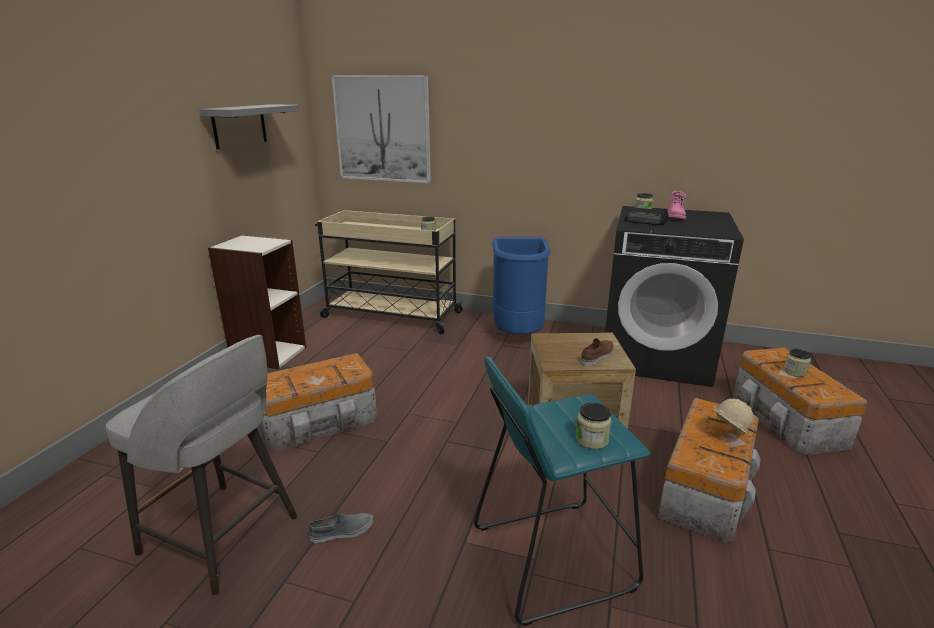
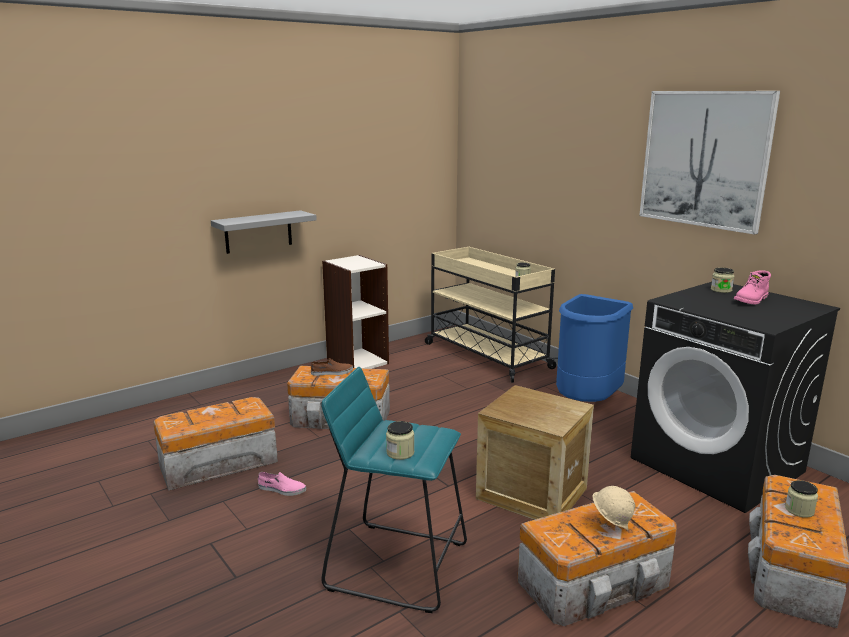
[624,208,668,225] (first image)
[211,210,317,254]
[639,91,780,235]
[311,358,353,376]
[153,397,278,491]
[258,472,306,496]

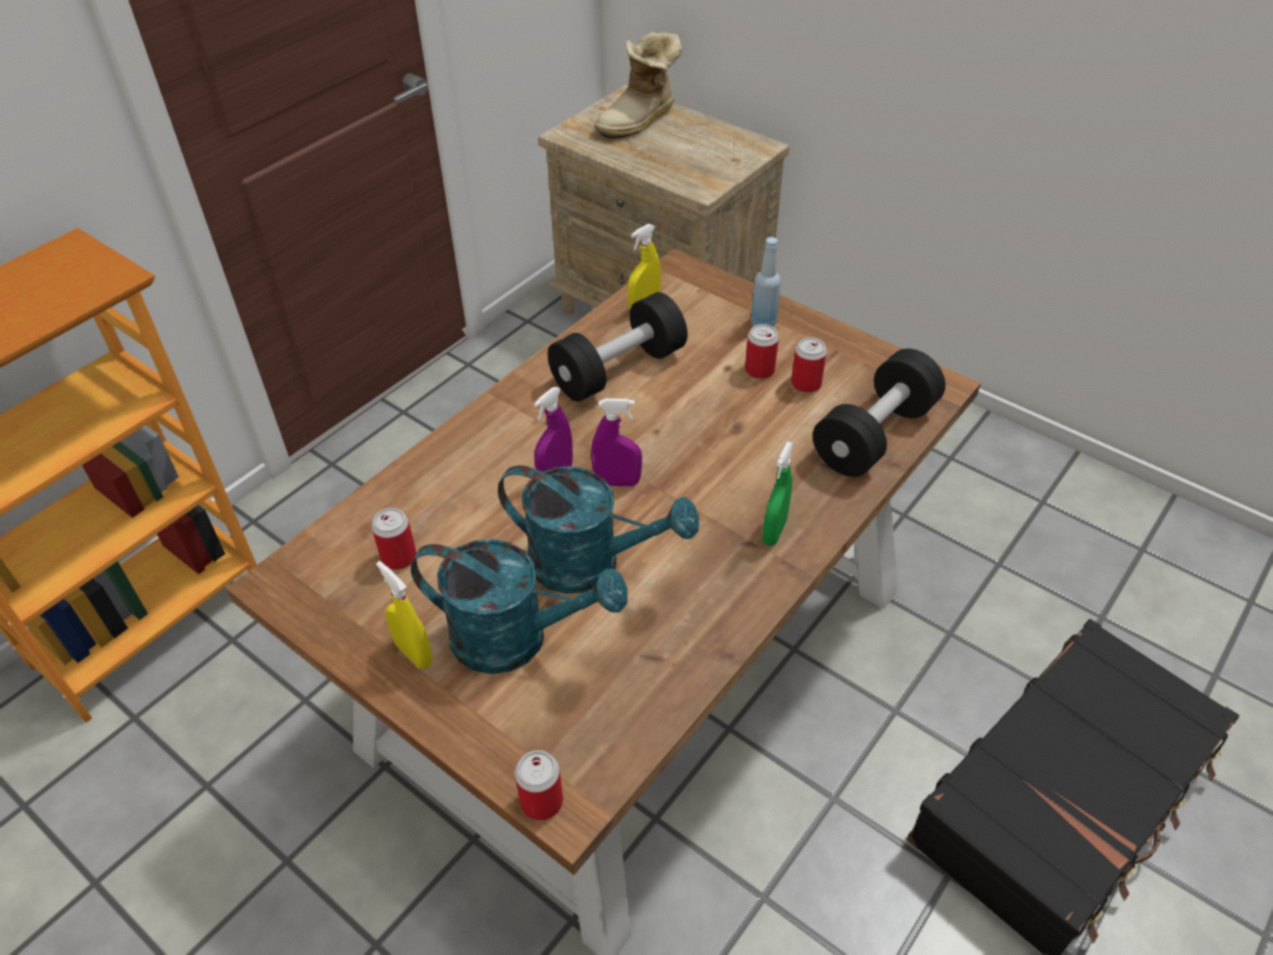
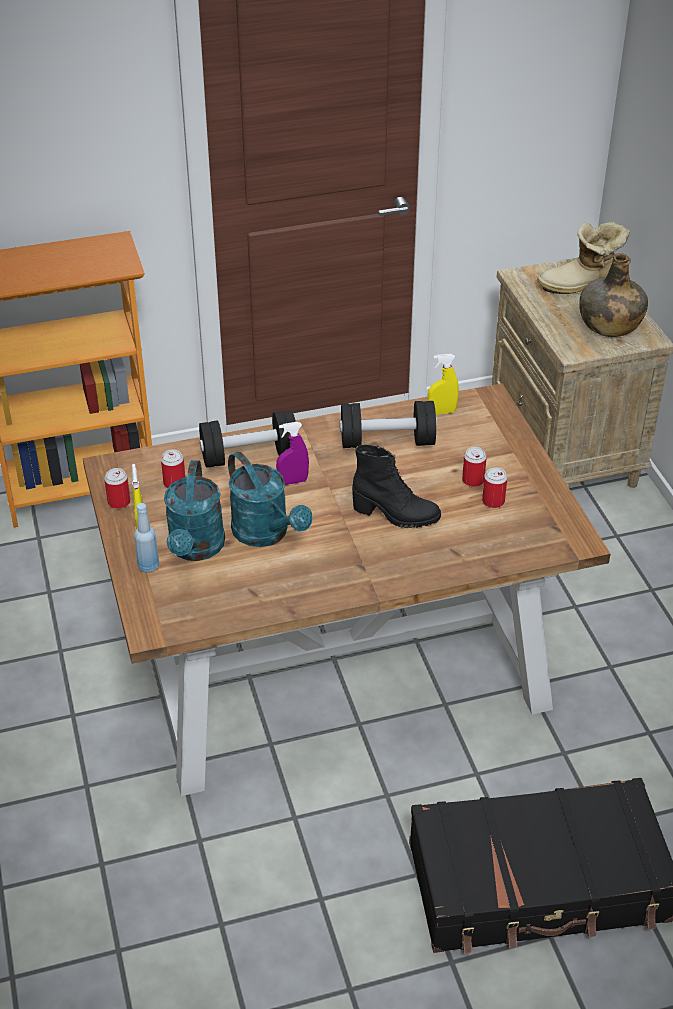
[591,398,642,487] (first image)
[762,441,793,545] (first image)
[352,445,441,528]
[579,253,648,337]
[104,468,130,509]
[134,503,159,573]
[199,410,296,468]
[164,460,225,561]

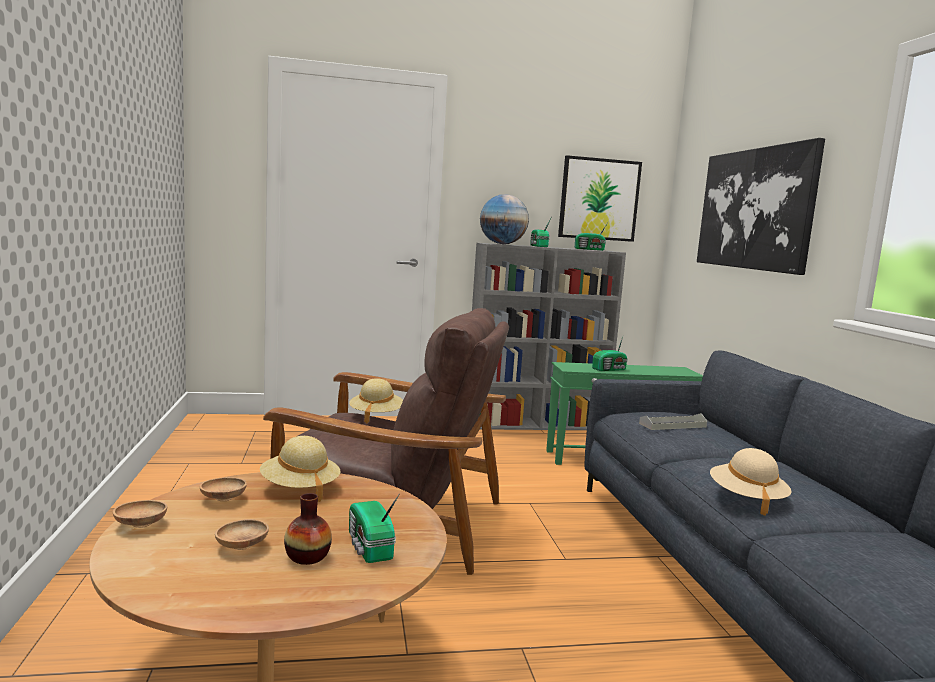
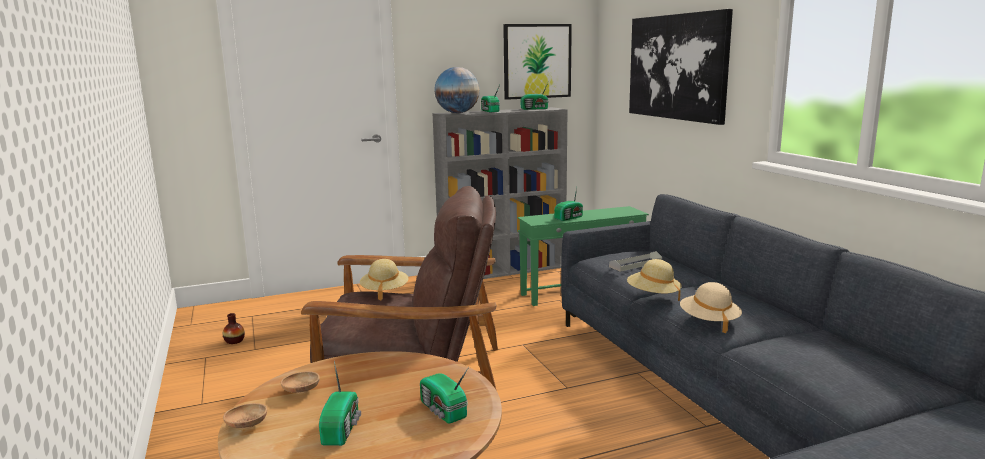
[627,259,682,301]
[223,313,245,344]
[319,361,361,446]

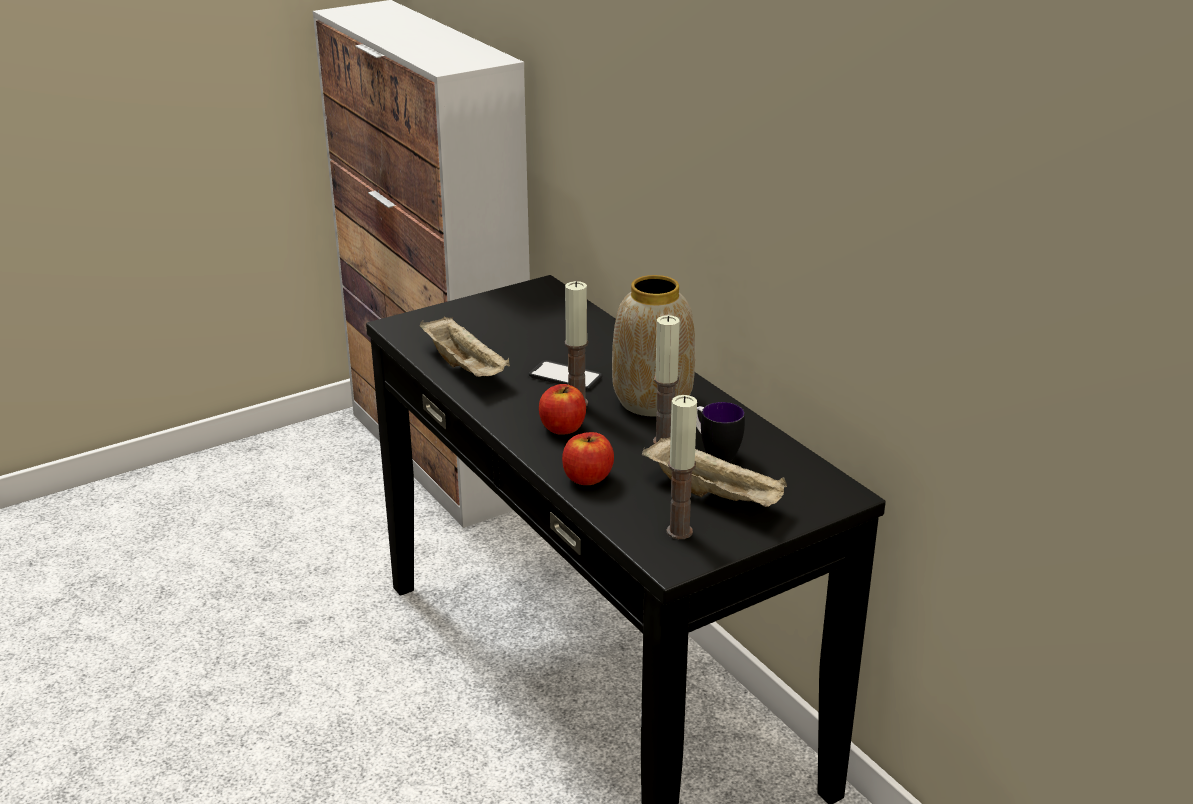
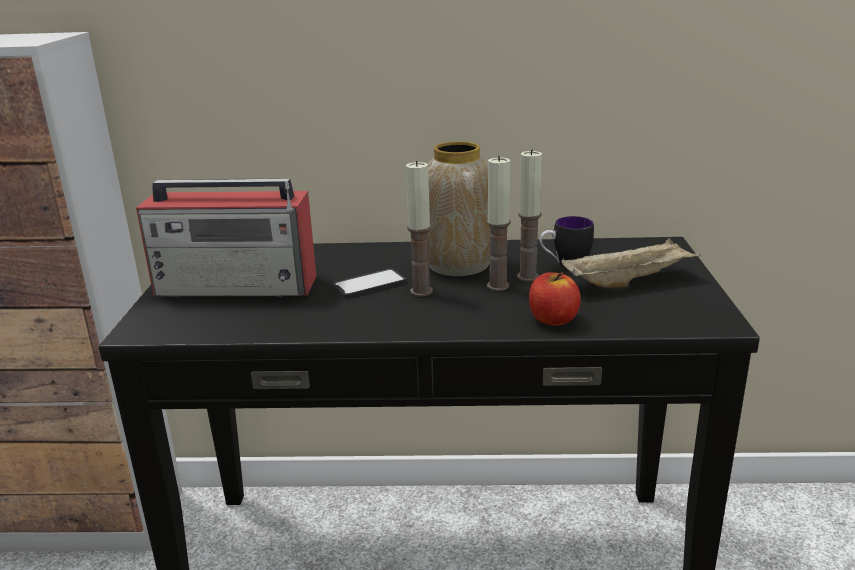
[420,317,510,377] (first image)
[539,384,586,435] (first image)
[136,178,316,298]
[487,156,511,291]

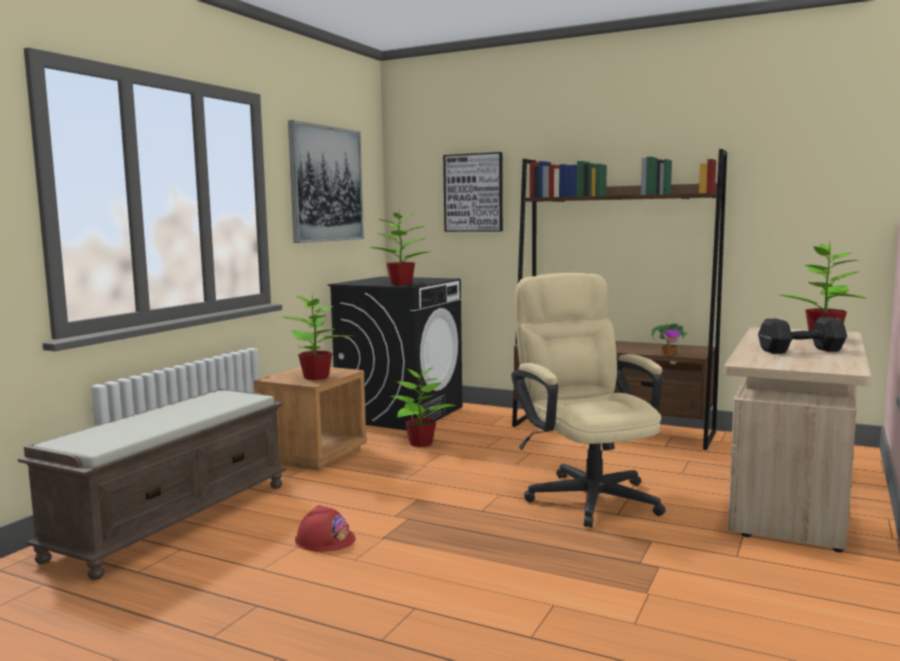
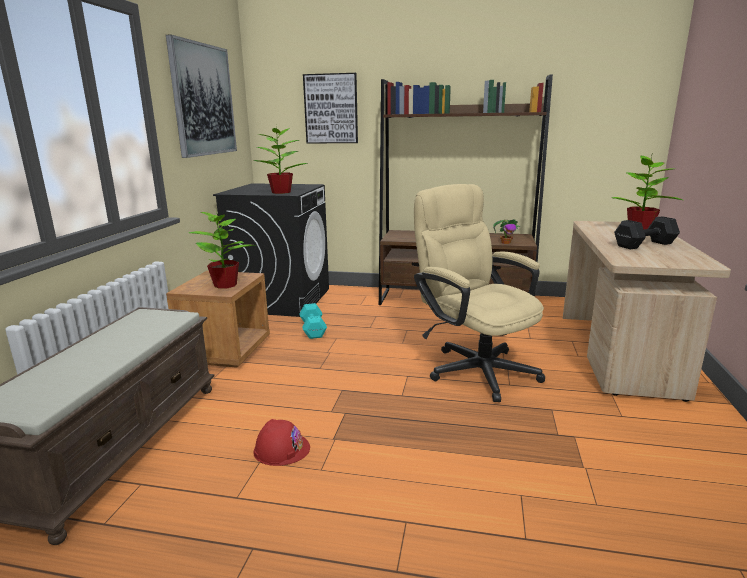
[299,303,327,339]

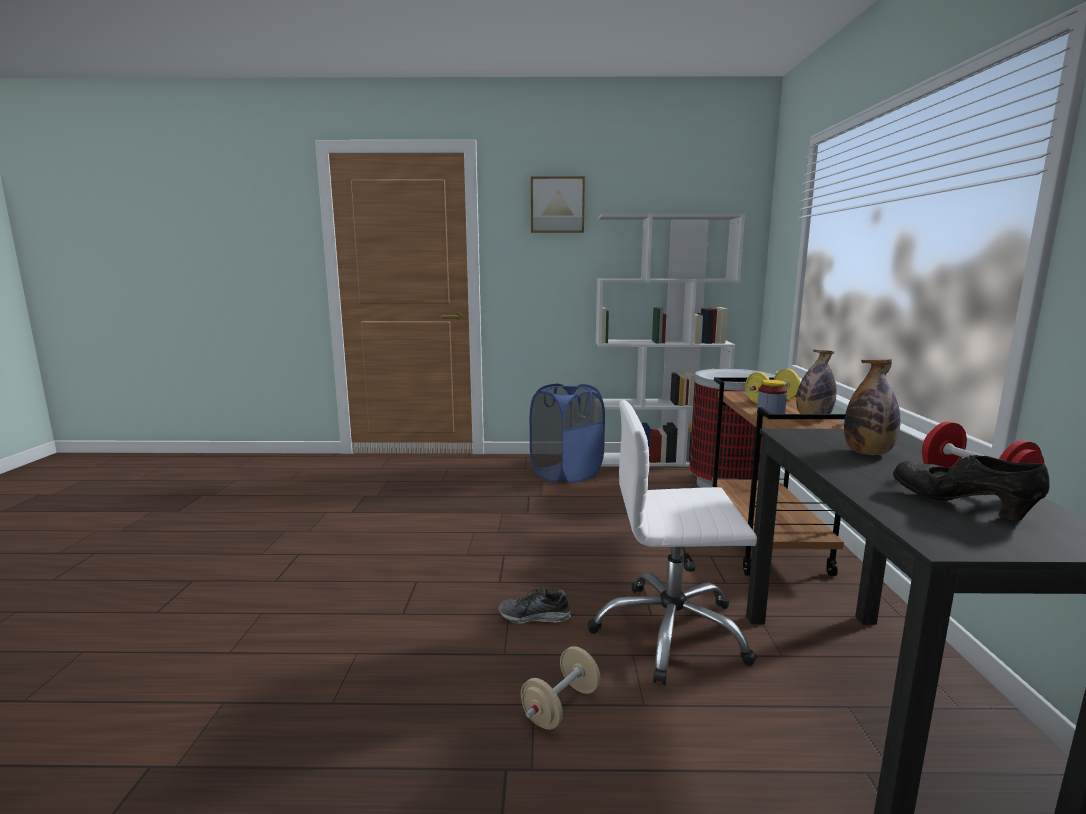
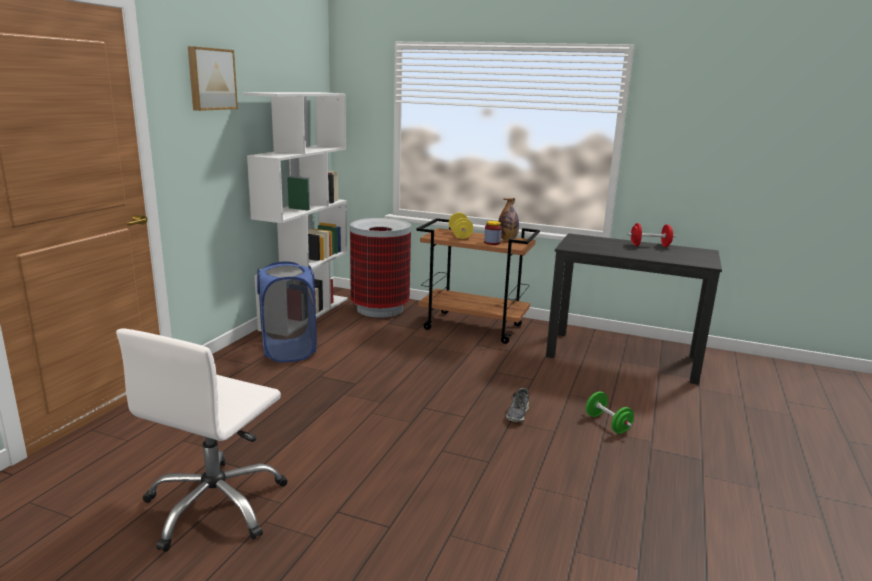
[844,359,900,455] (first image)
[893,455,1050,521] (first image)
[116,328,287,552]
[586,391,634,434]

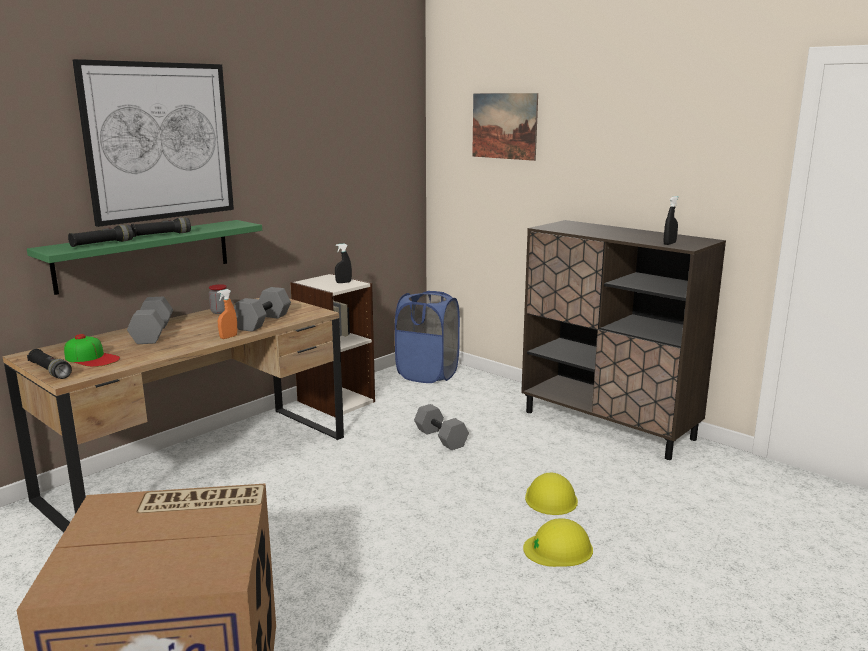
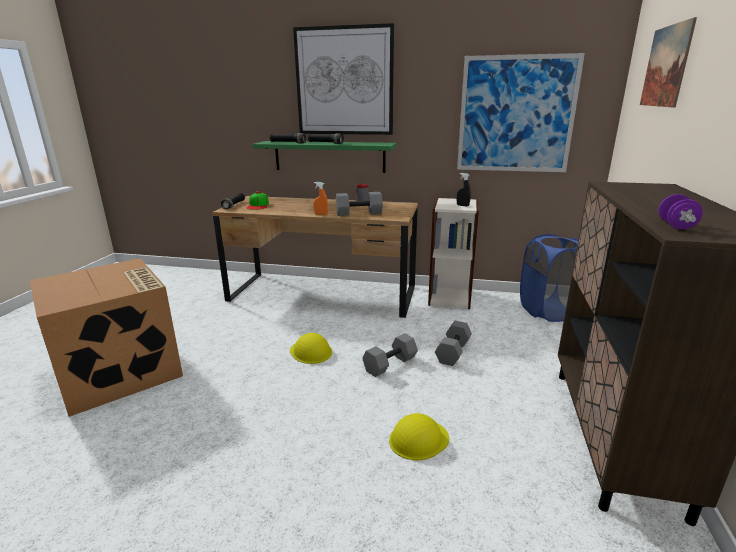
[457,53,585,172]
[362,333,418,377]
[290,333,332,364]
[658,194,703,229]

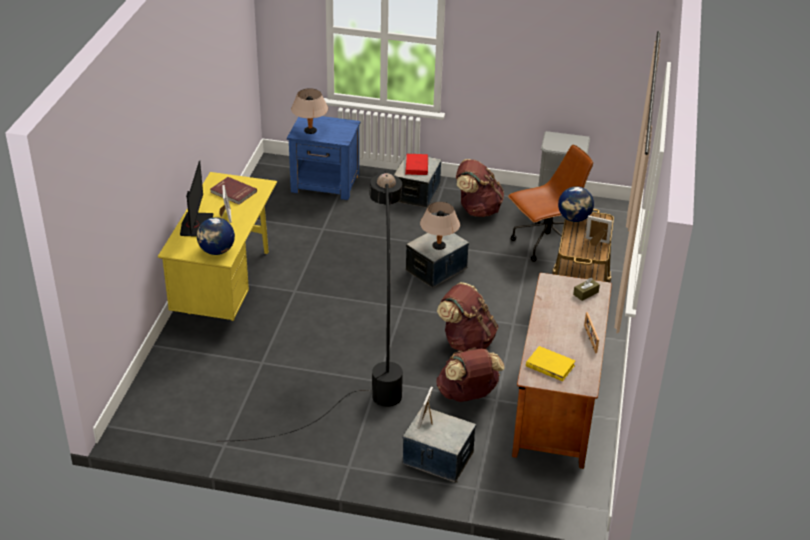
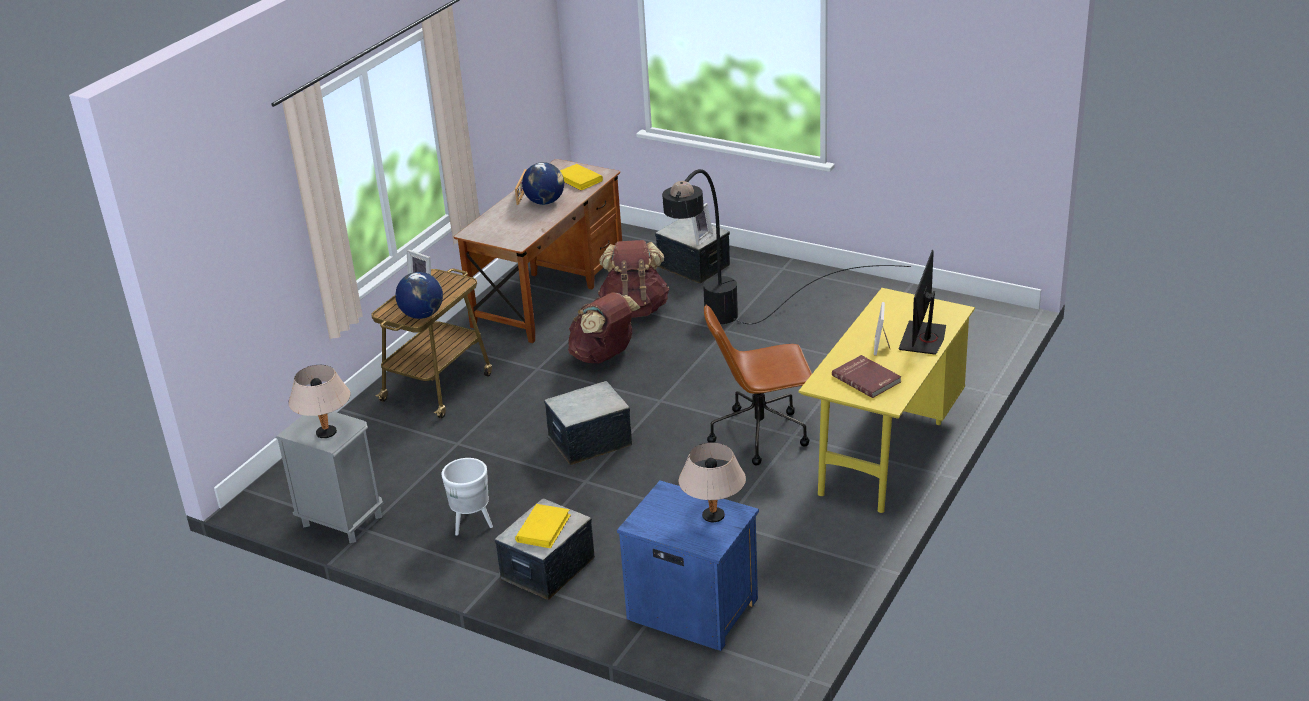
[573,278,600,301] (first image)
[522,162,564,205]
[288,365,350,438]
[704,304,812,465]
[442,458,493,536]
[515,504,571,548]

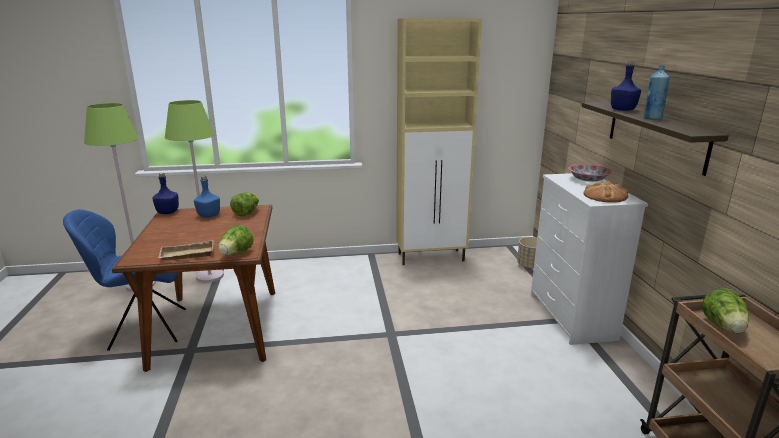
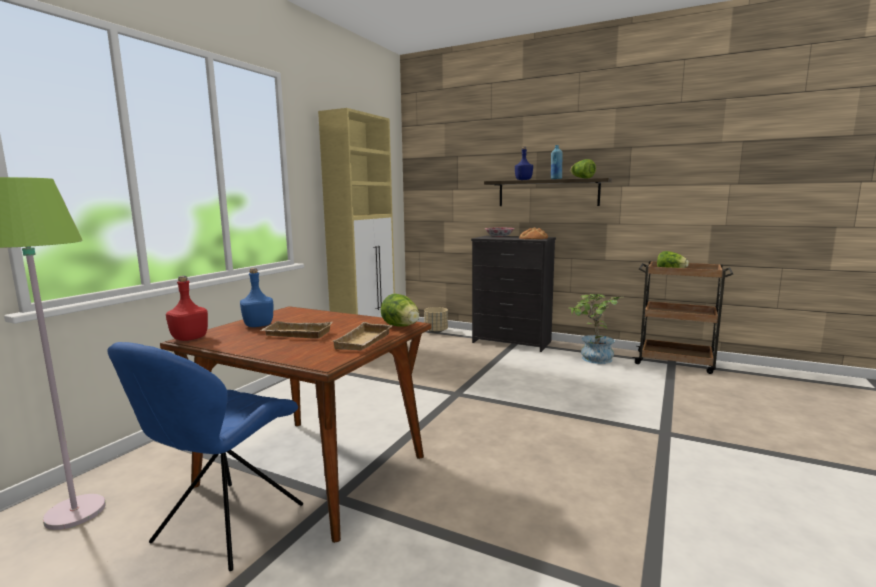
[165,100,224,283] (first image)
[260,321,333,339]
[568,294,620,364]
[570,159,596,178]
[166,276,208,341]
[471,235,556,352]

